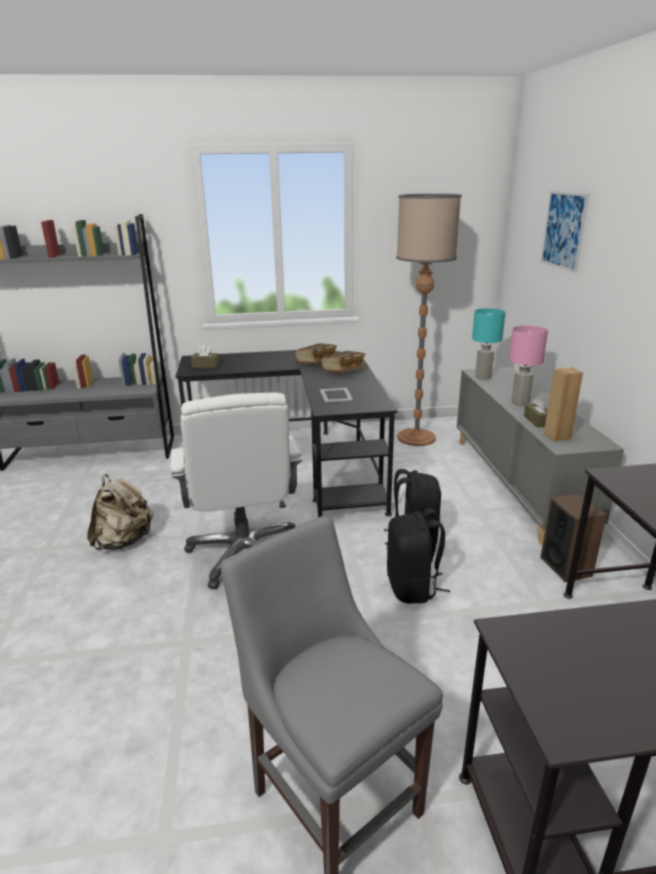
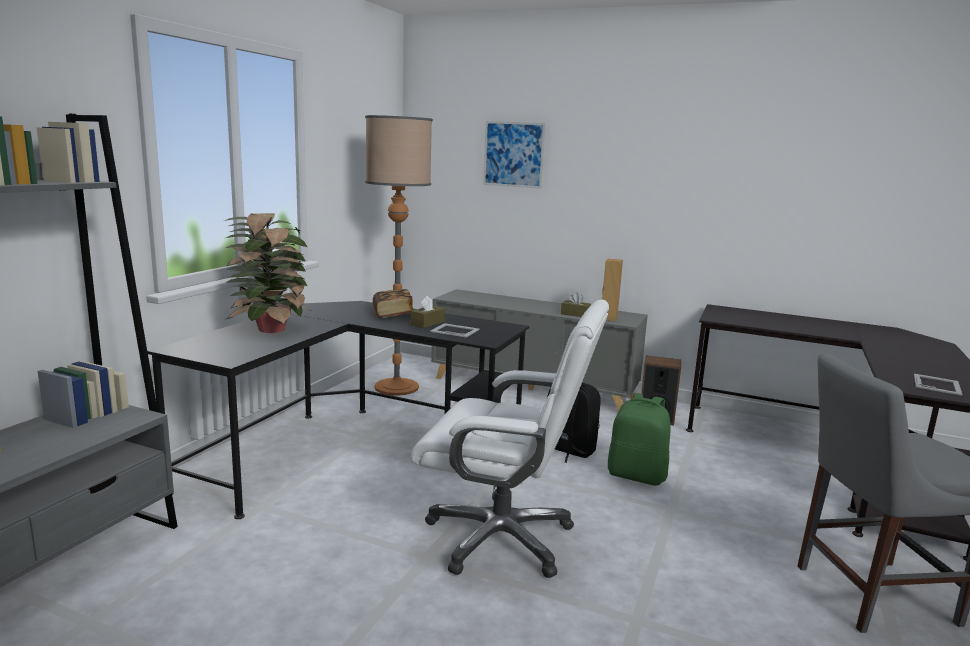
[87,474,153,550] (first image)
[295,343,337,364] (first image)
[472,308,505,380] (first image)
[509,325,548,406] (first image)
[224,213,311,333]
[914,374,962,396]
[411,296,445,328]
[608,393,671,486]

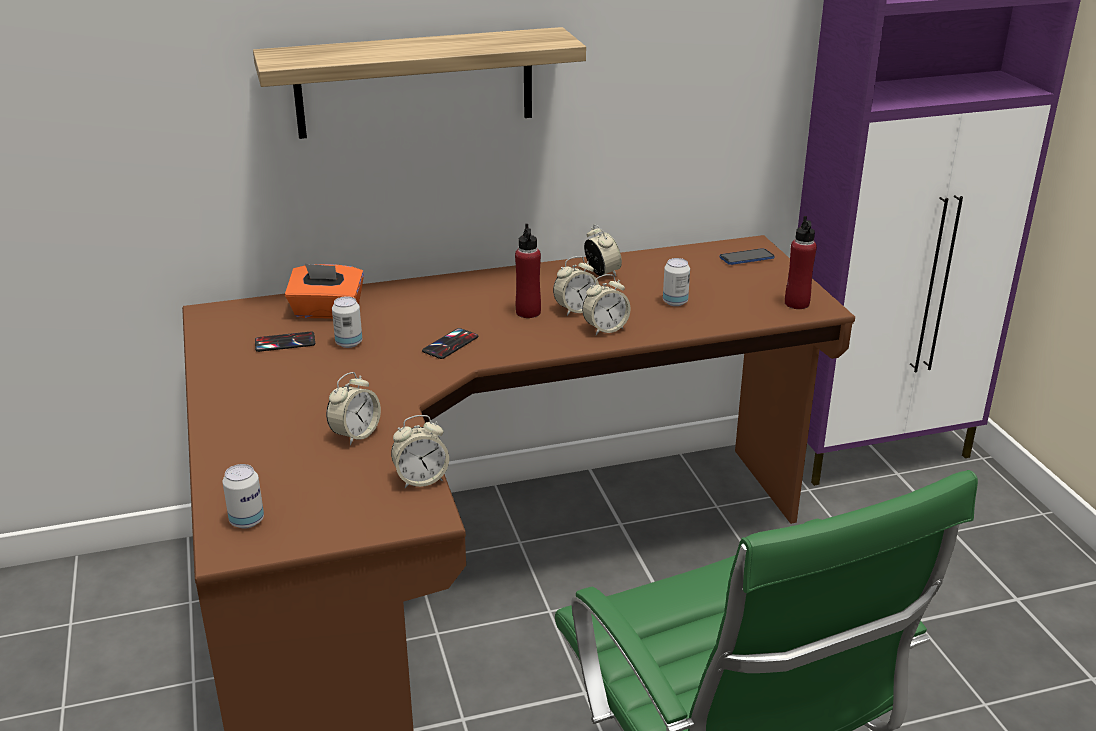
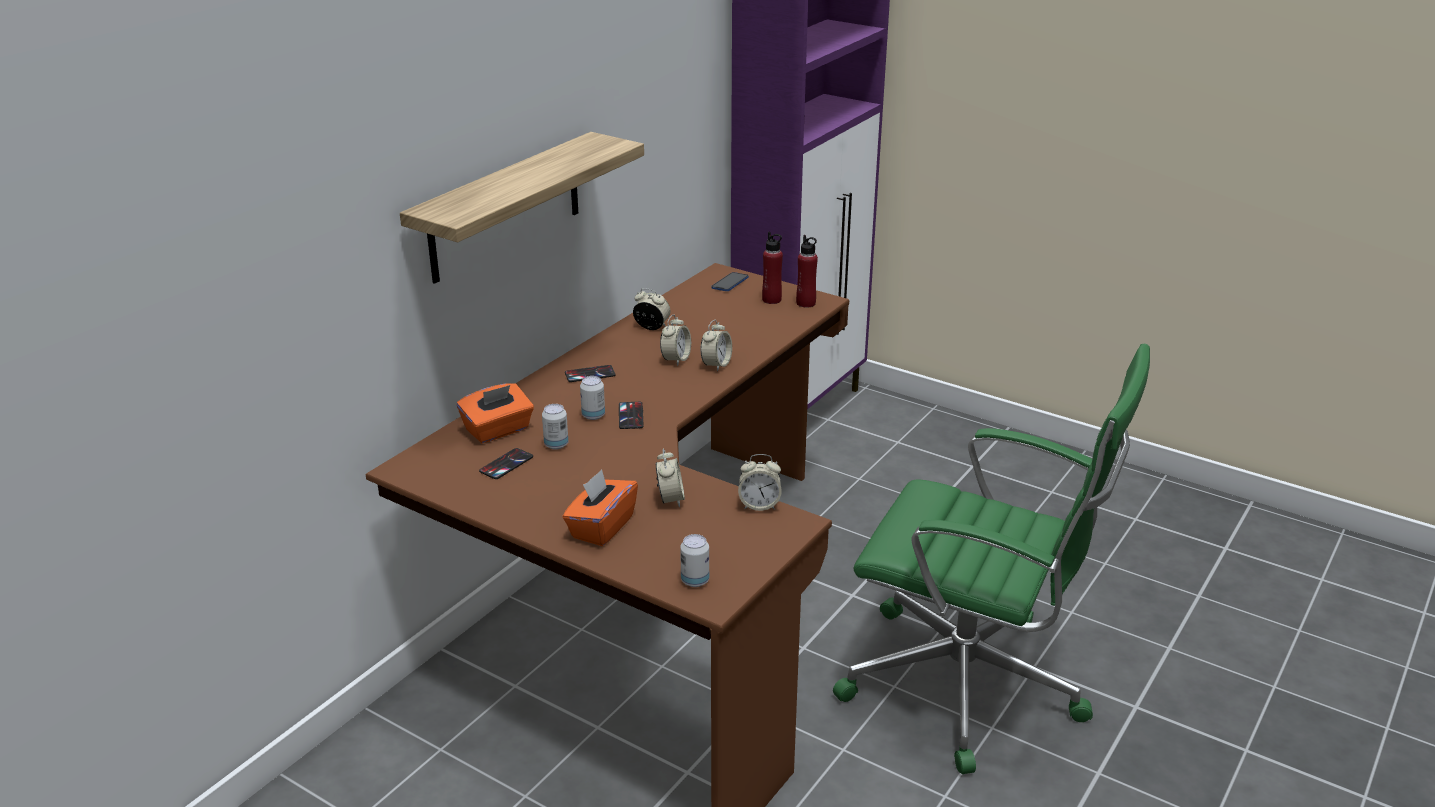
[563,469,638,546]
[565,365,616,382]
[762,232,783,304]
[580,376,605,420]
[738,454,782,511]

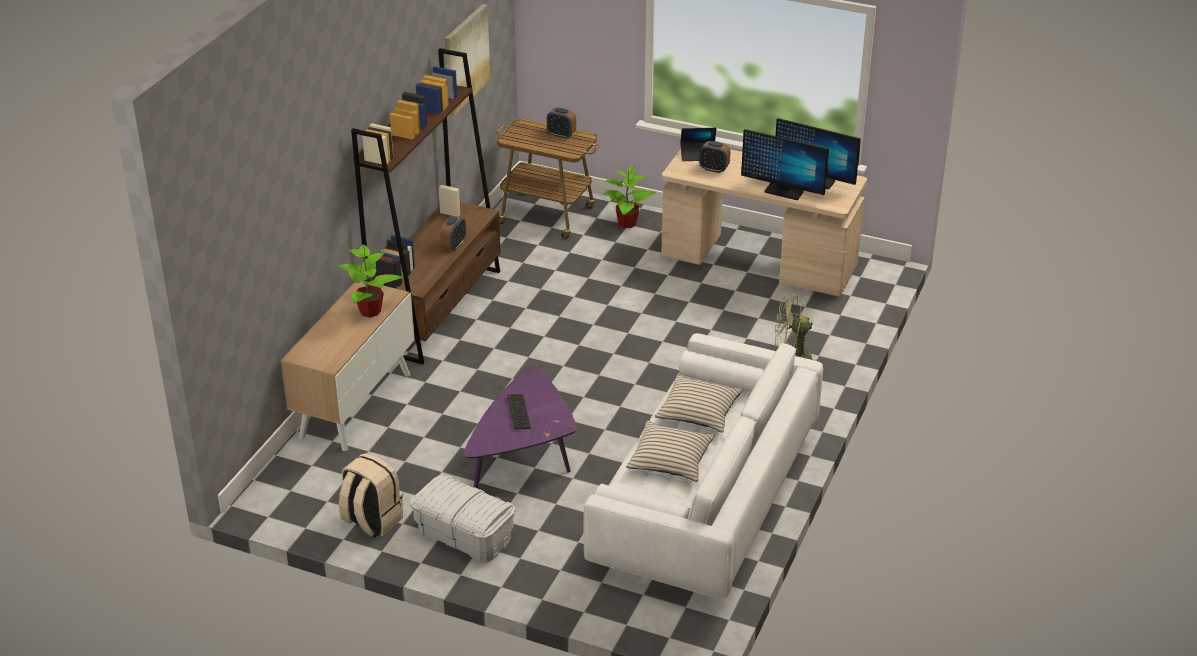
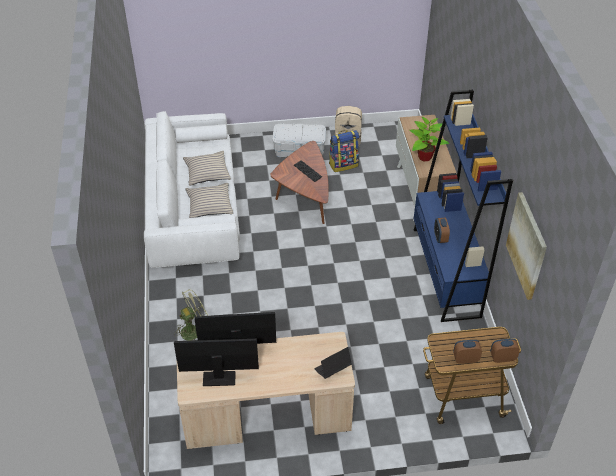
[603,165,656,228] (first image)
[329,130,359,172]
[490,338,520,363]
[414,90,513,322]
[270,141,329,224]

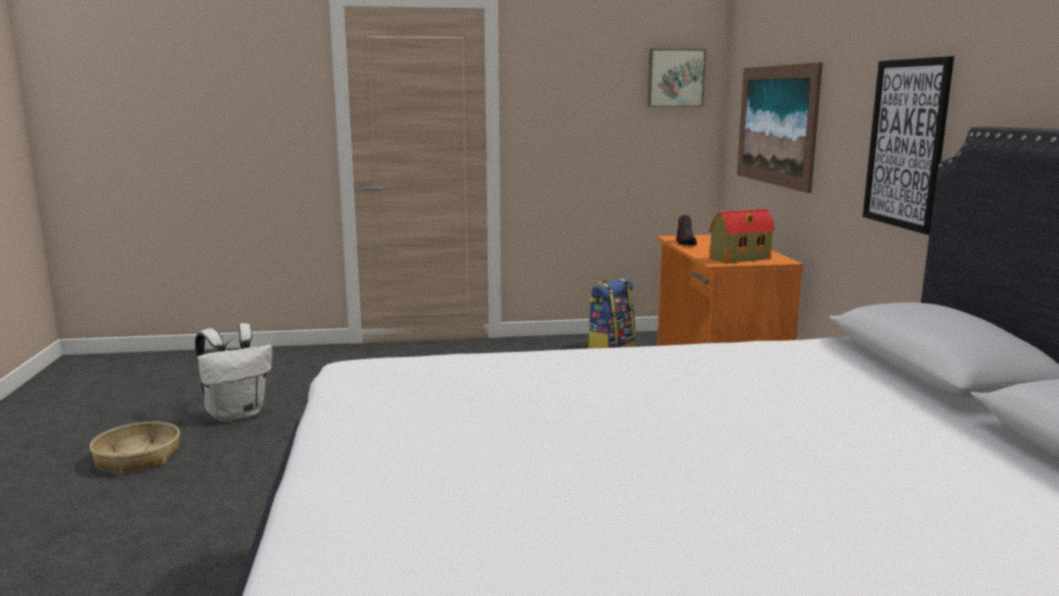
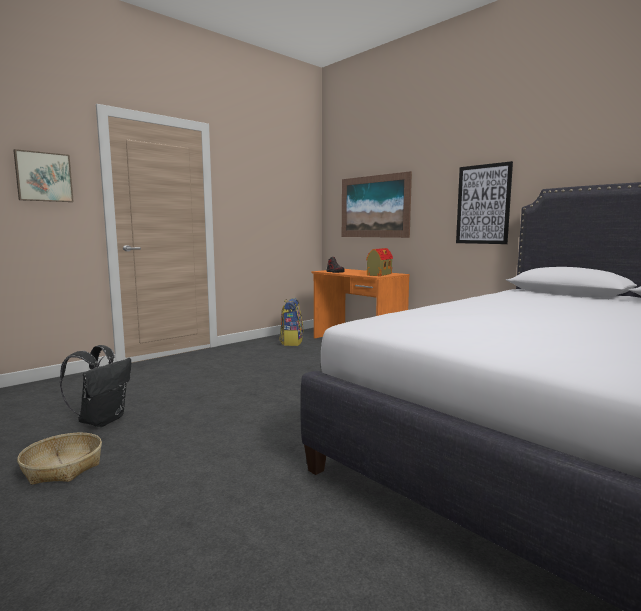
[13,149,74,202]
[60,345,131,427]

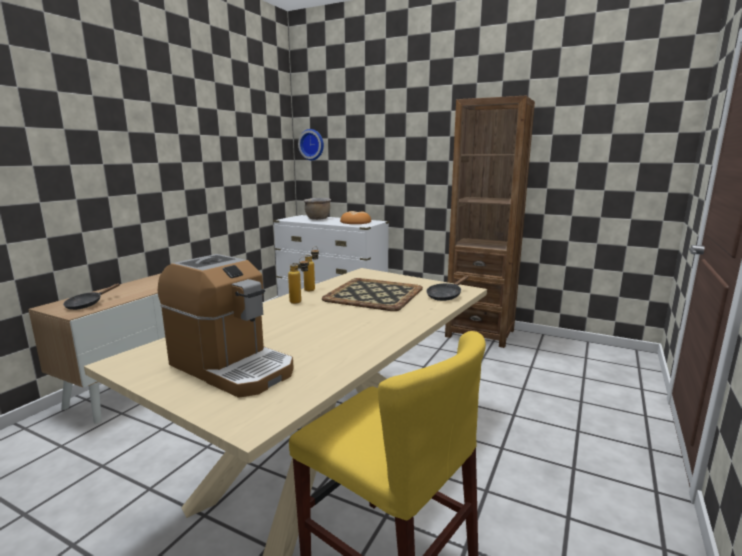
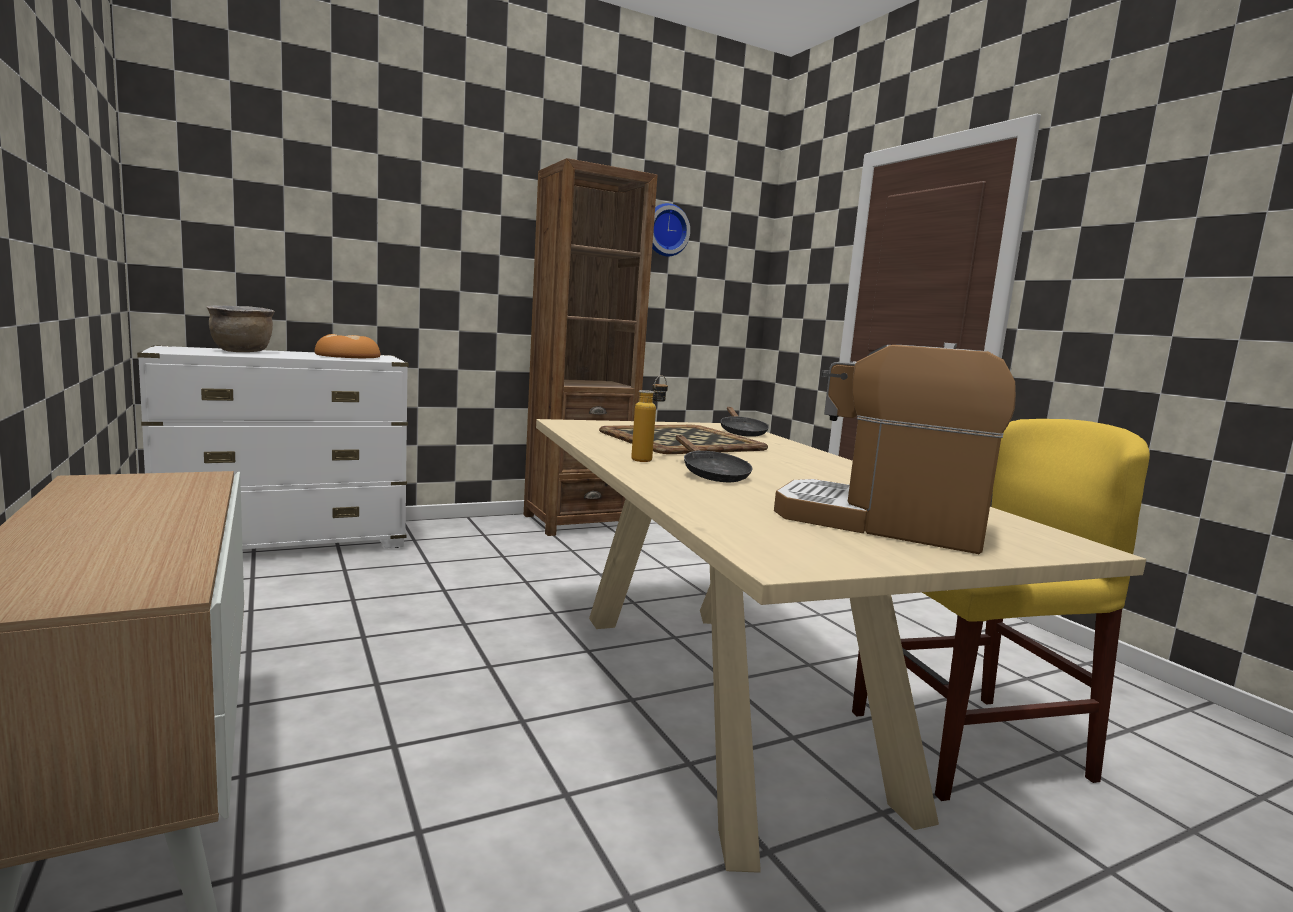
[304,246,319,291] (first image)
[676,435,753,482]
[652,203,690,256]
[774,343,1016,554]

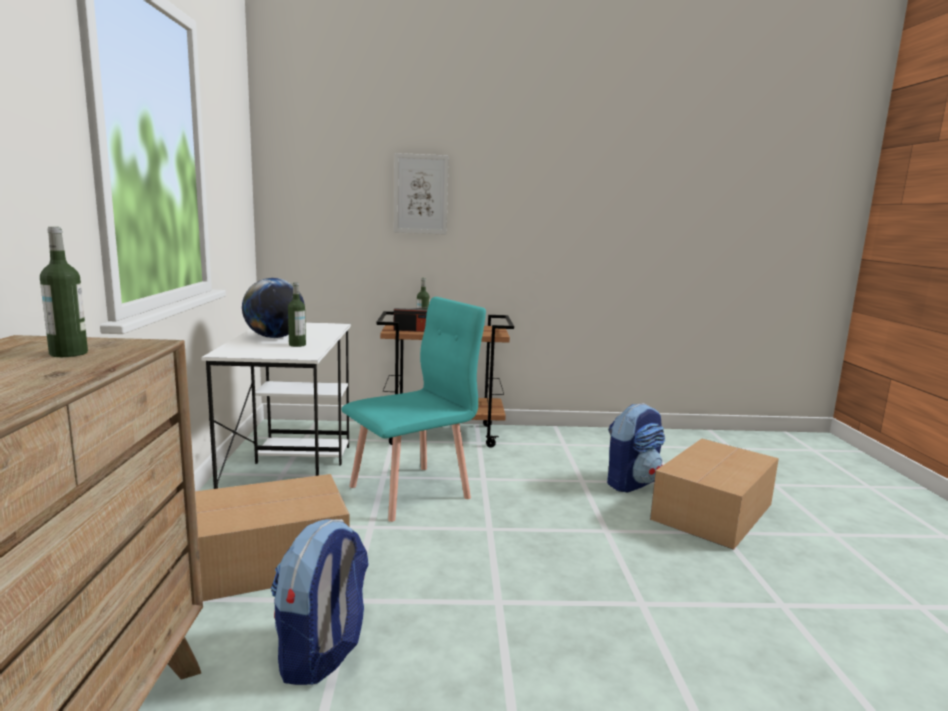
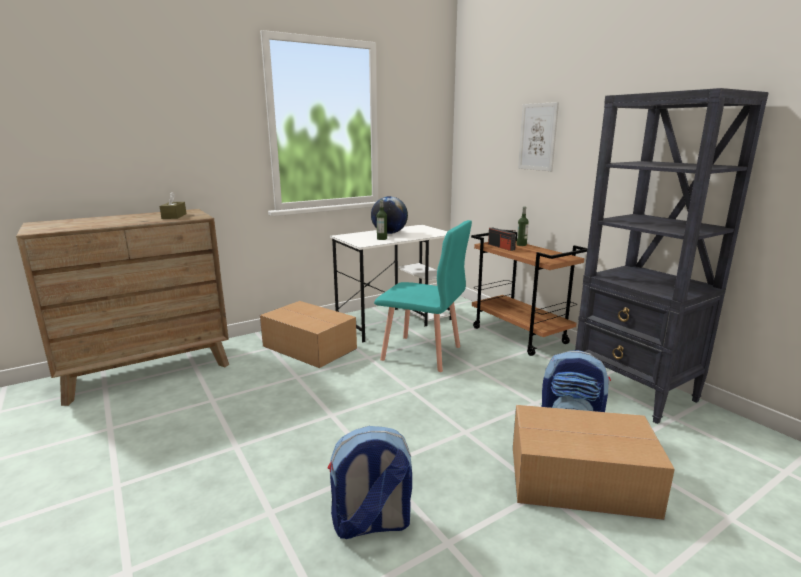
[575,88,769,424]
[328,426,412,539]
[160,192,186,219]

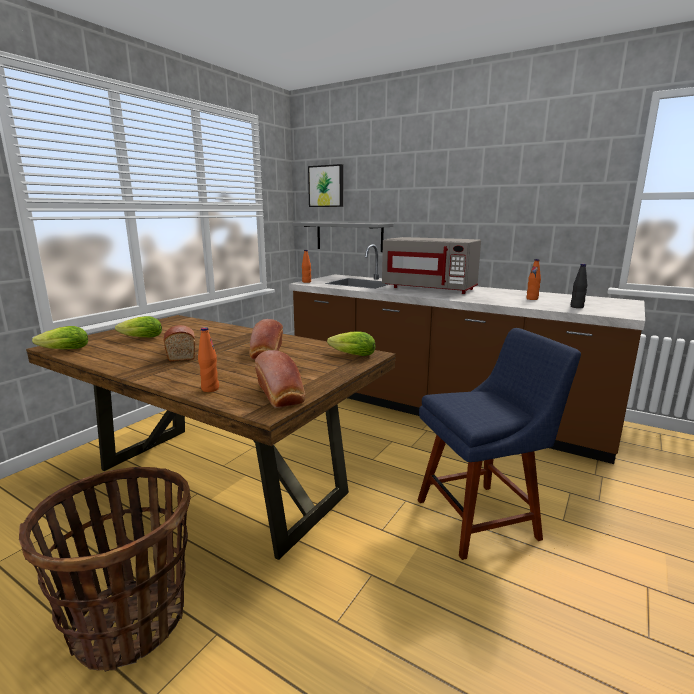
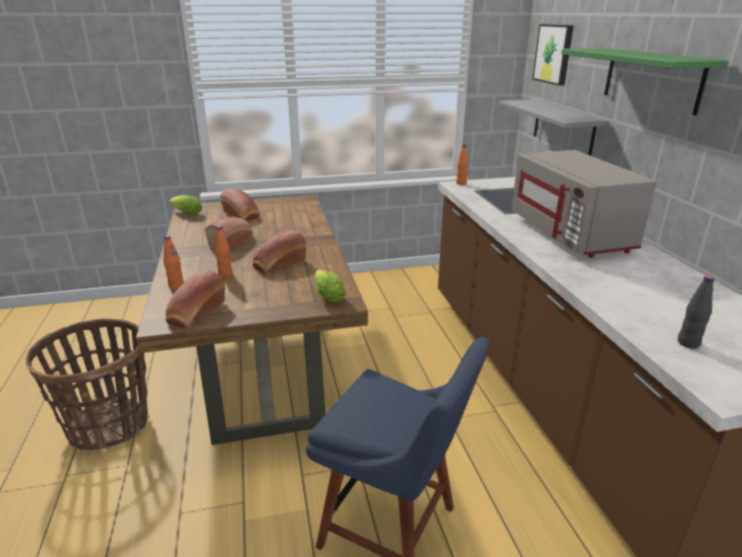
[561,48,728,115]
[215,226,233,278]
[220,189,260,221]

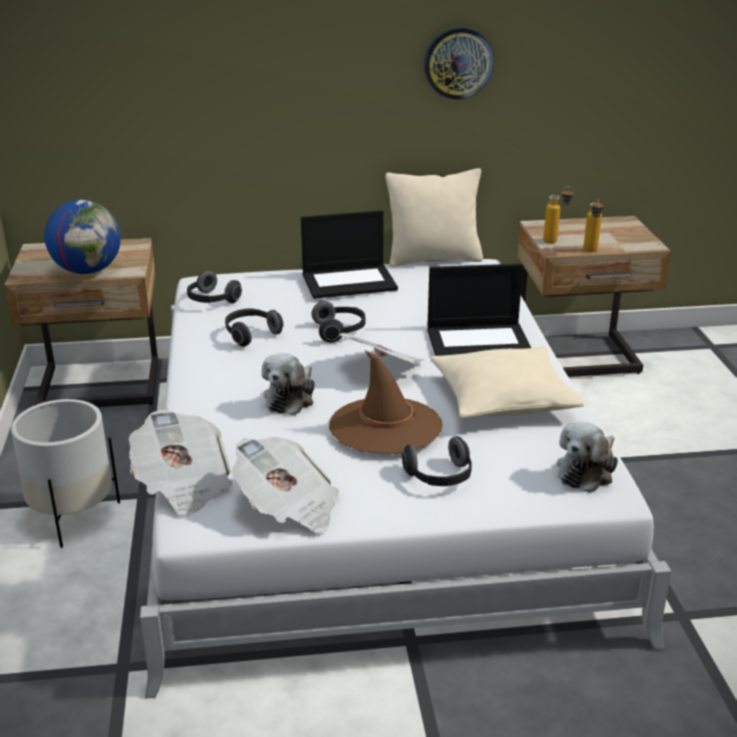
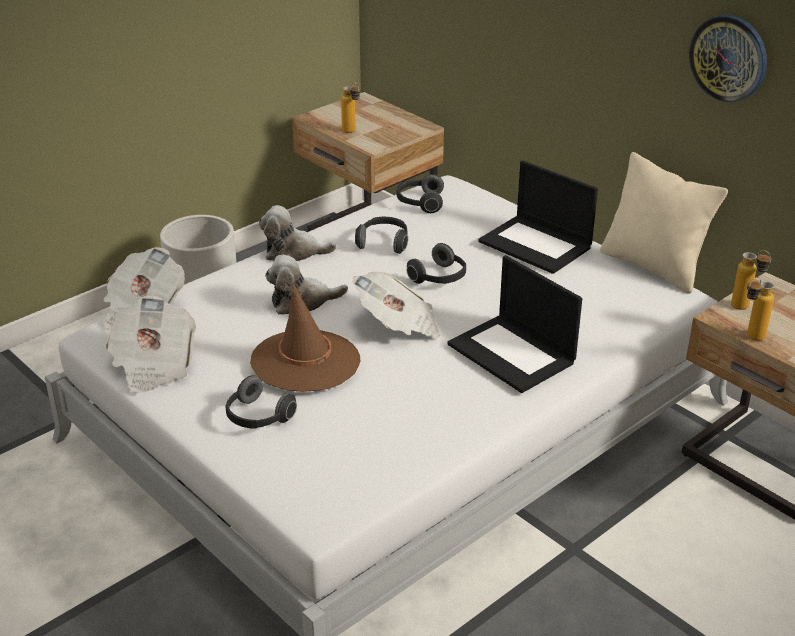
[431,346,585,418] (first image)
[259,205,337,261]
[341,82,360,133]

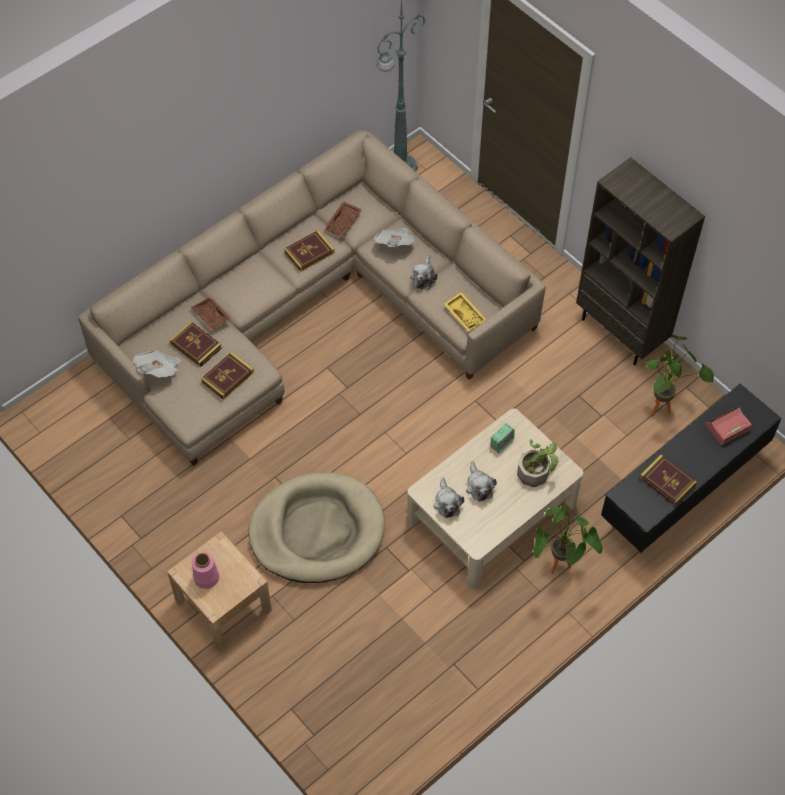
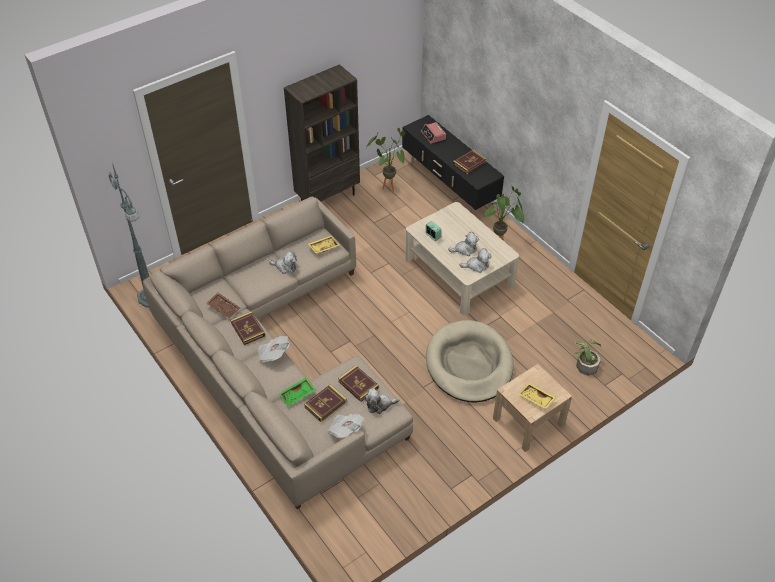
[365,388,400,414]
[258,336,290,362]
[573,340,601,376]
[519,383,556,409]
[279,377,315,406]

